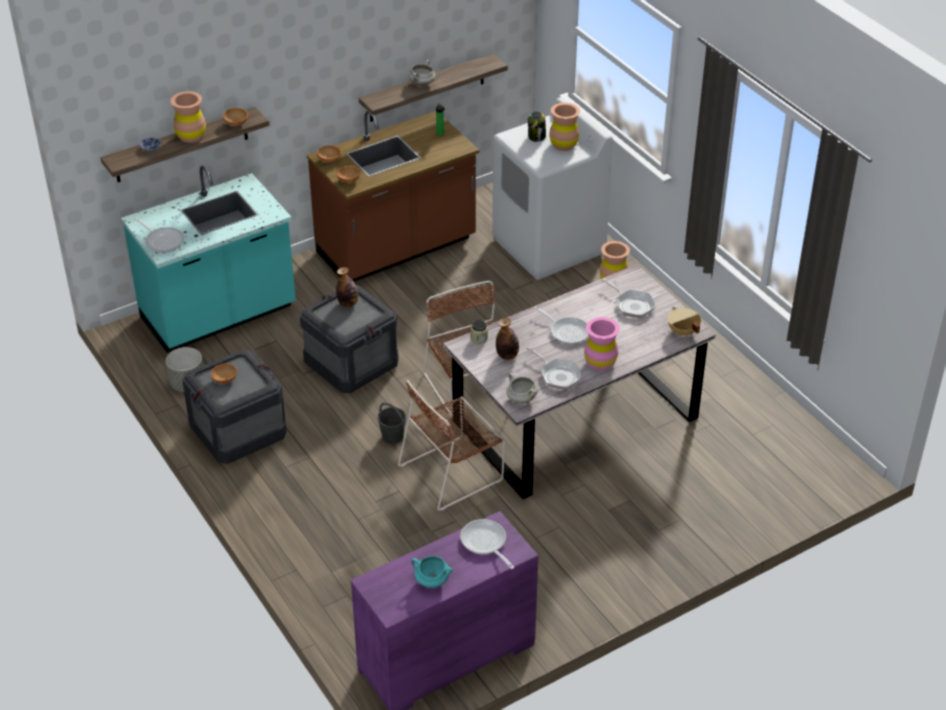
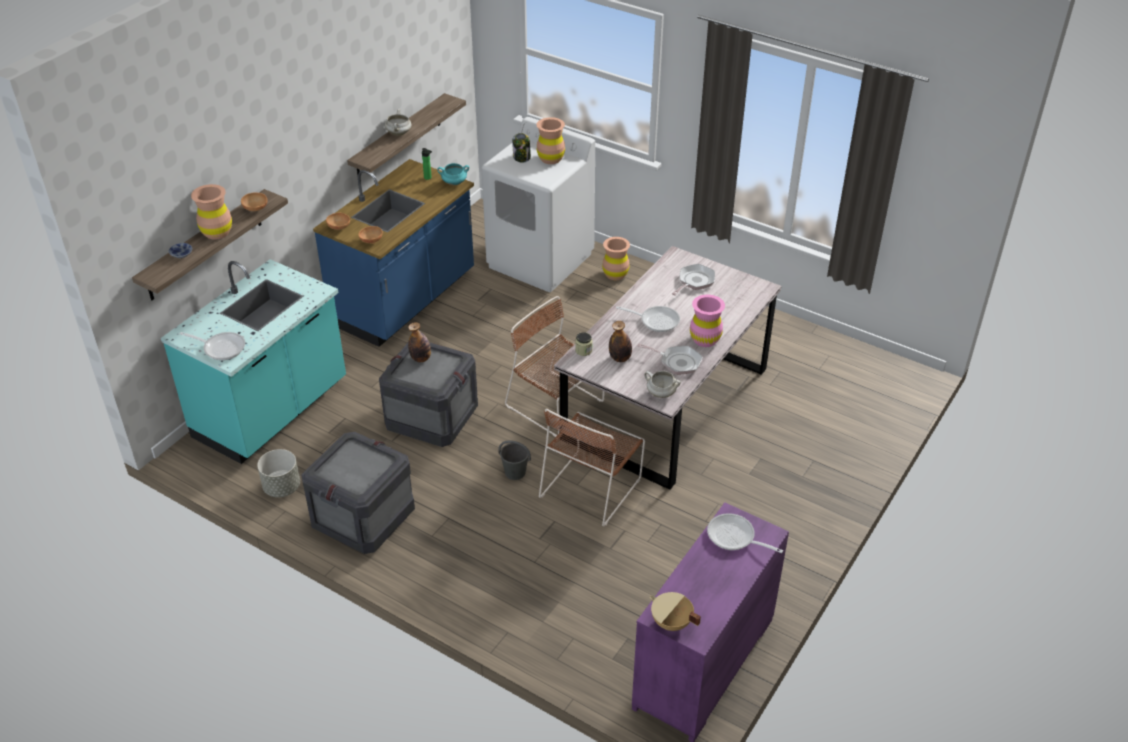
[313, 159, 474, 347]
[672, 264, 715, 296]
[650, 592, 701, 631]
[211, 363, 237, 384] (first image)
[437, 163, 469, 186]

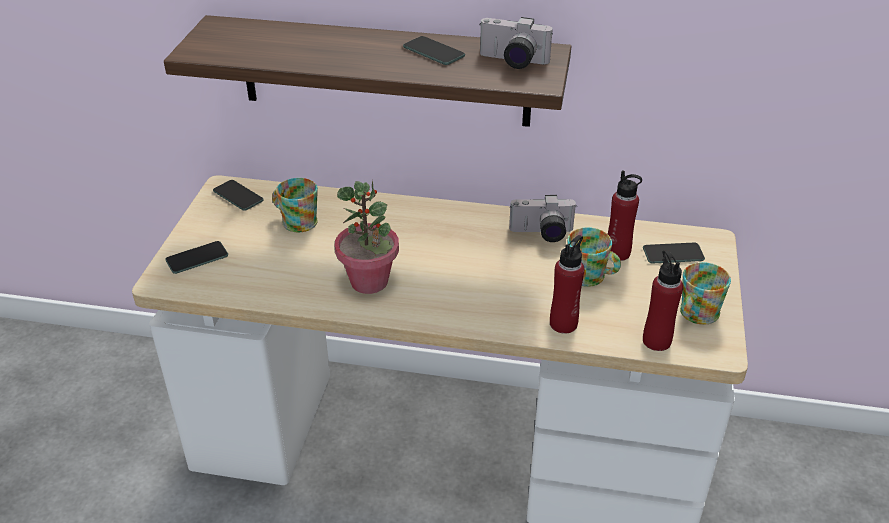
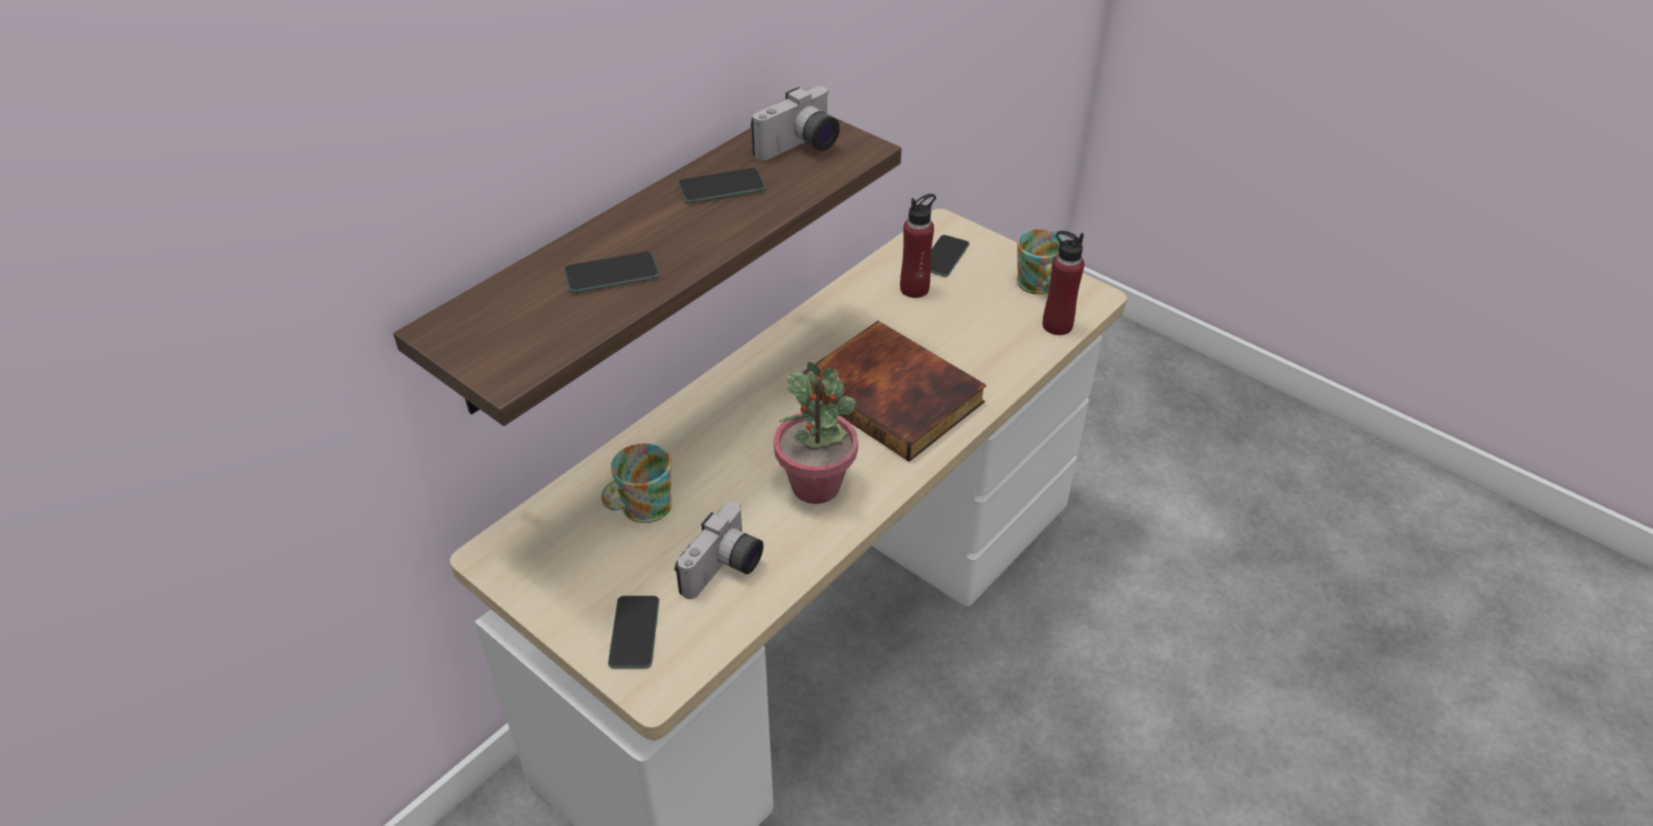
[564, 251, 659, 293]
[674, 502, 763, 599]
[567, 227, 621, 287] (first image)
[550, 235, 584, 334] (first image)
[803, 321, 986, 462]

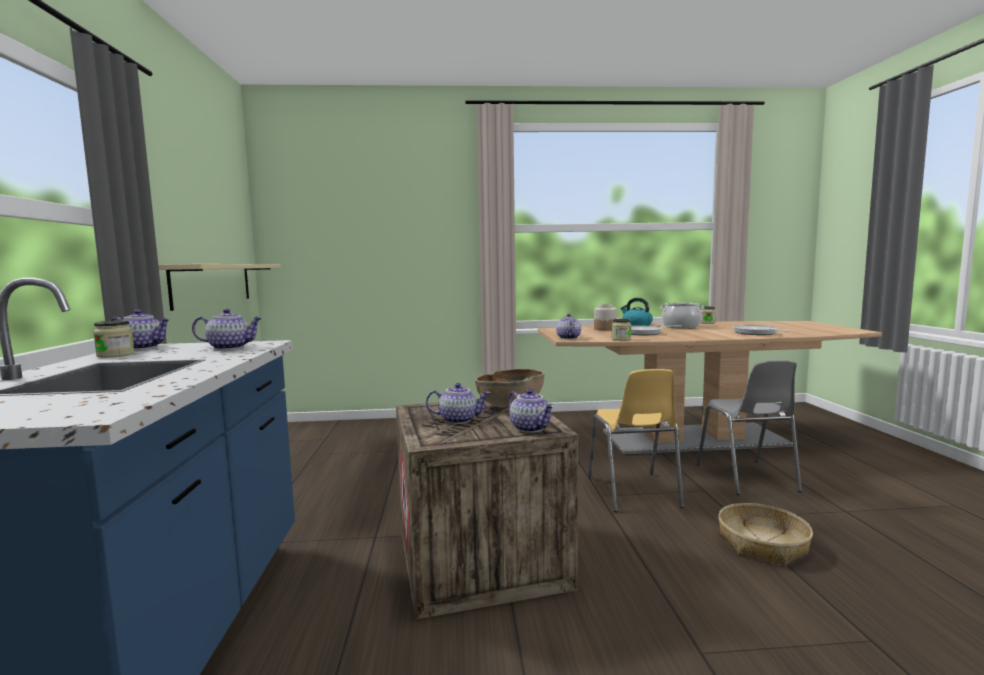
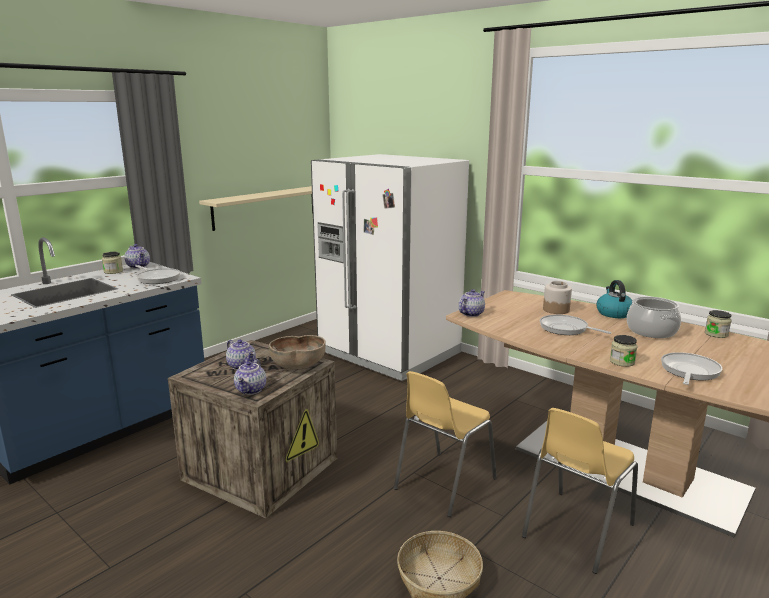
[135, 265, 181, 284]
[610, 335, 638, 367]
[522, 408, 638, 574]
[311, 154, 469, 381]

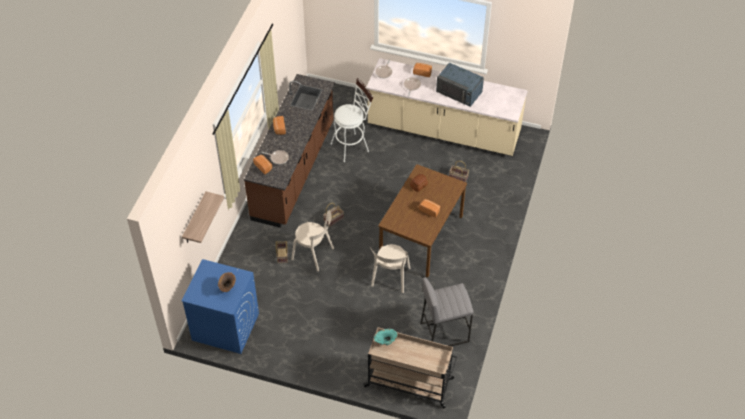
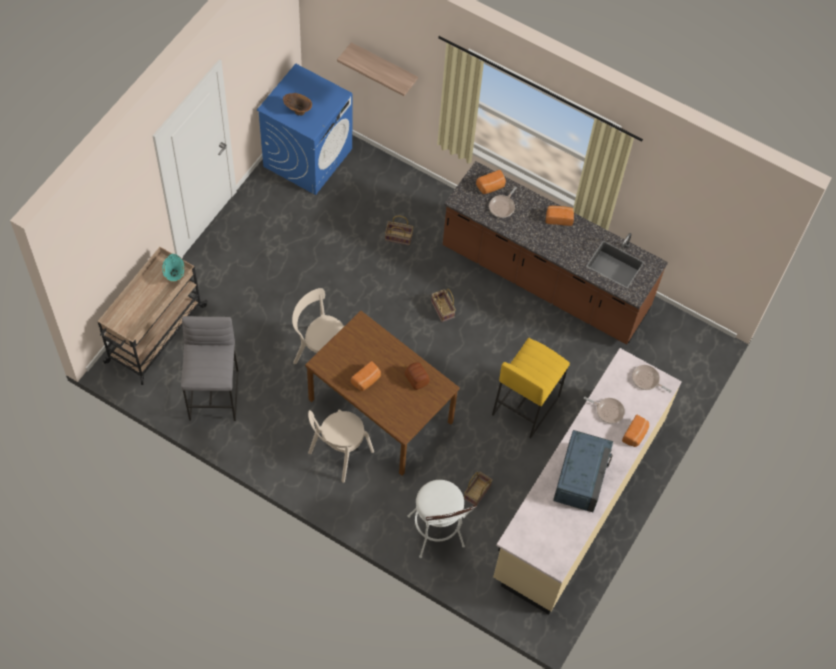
[553, 430, 613, 512]
[407, 480, 477, 558]
[308, 409, 374, 483]
[492, 338, 570, 439]

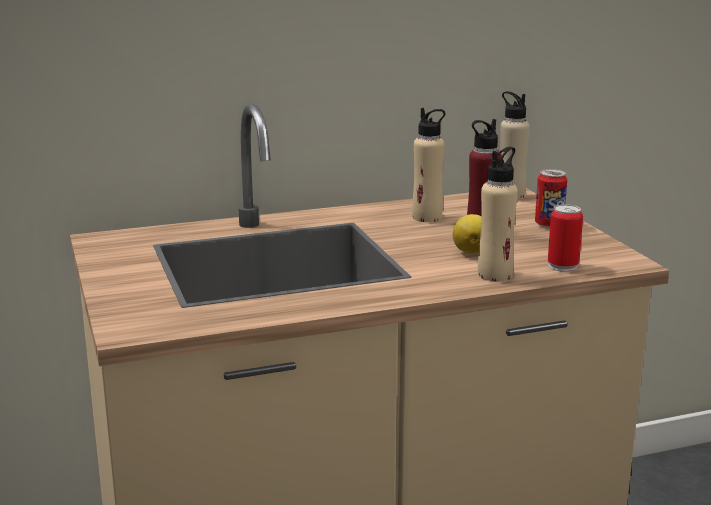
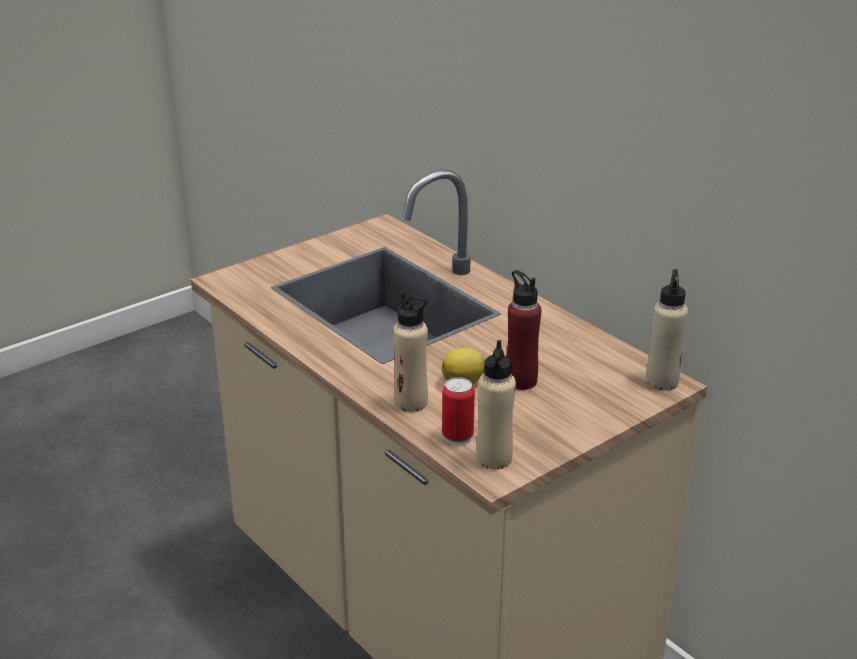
[477, 340, 516, 469]
[535, 169, 567, 228] (first image)

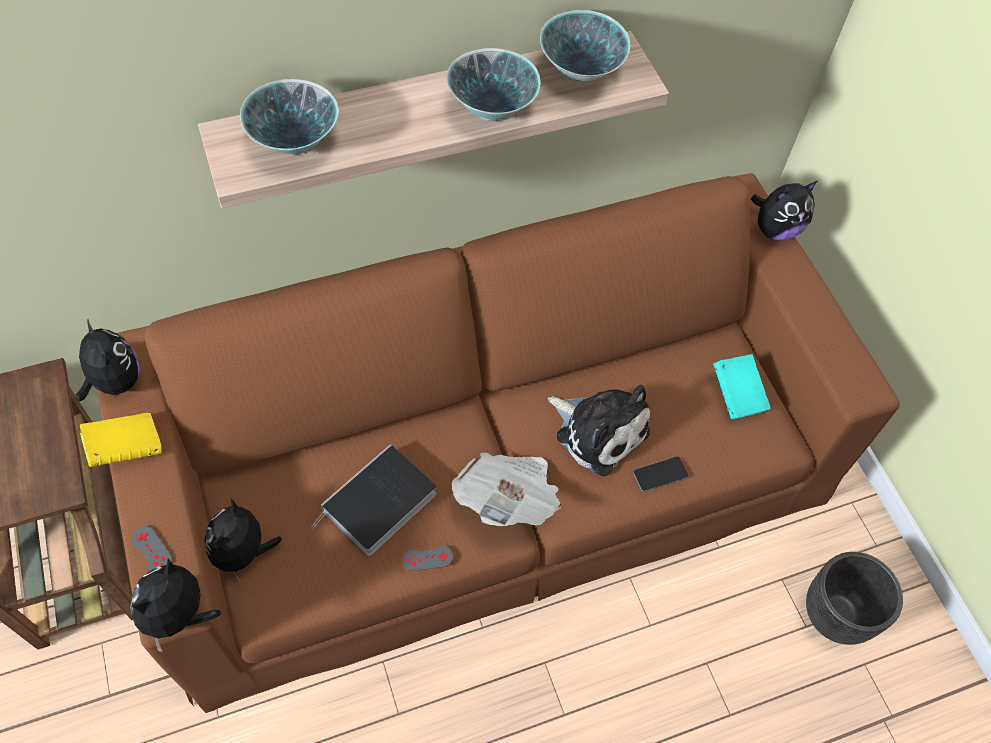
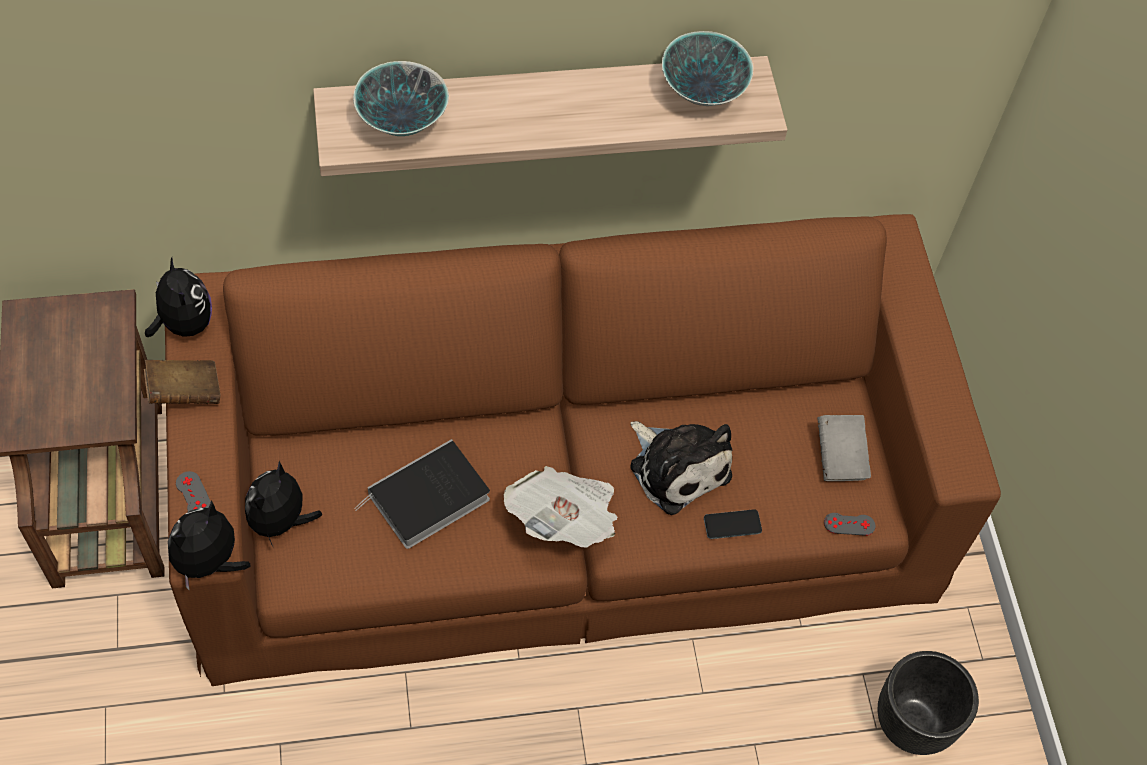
[447, 48, 541, 121] (first image)
[751, 181, 817, 241] (first image)
[817, 415, 871, 481]
[144, 360, 220, 404]
[824, 513, 876, 536]

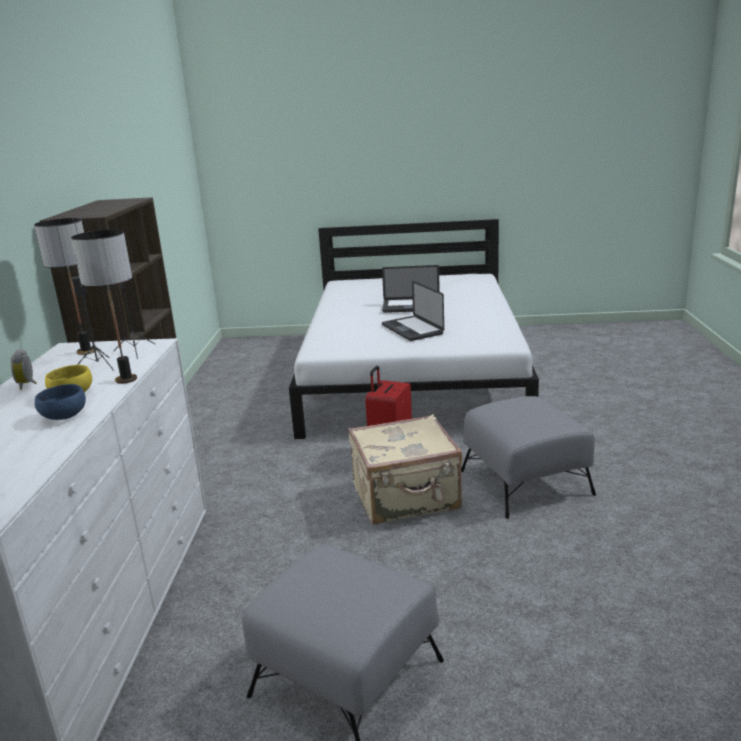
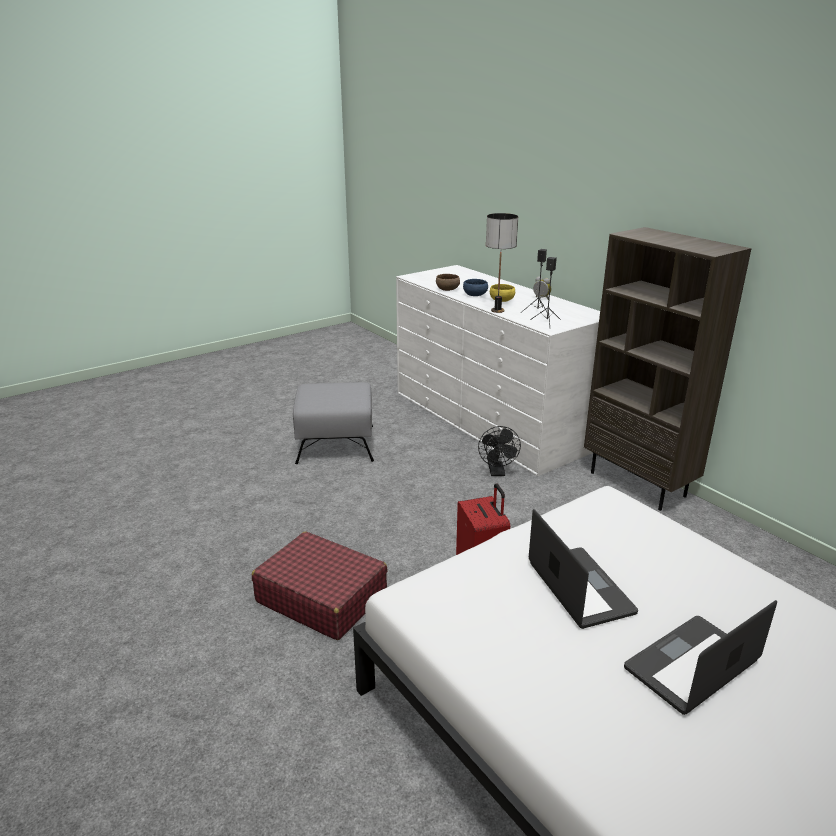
[34, 218, 94, 355] (first image)
[529, 509, 638, 629]
[252, 532, 388, 640]
[348, 414, 462, 524] (first image)
[436, 274, 460, 291]
[478, 426, 521, 476]

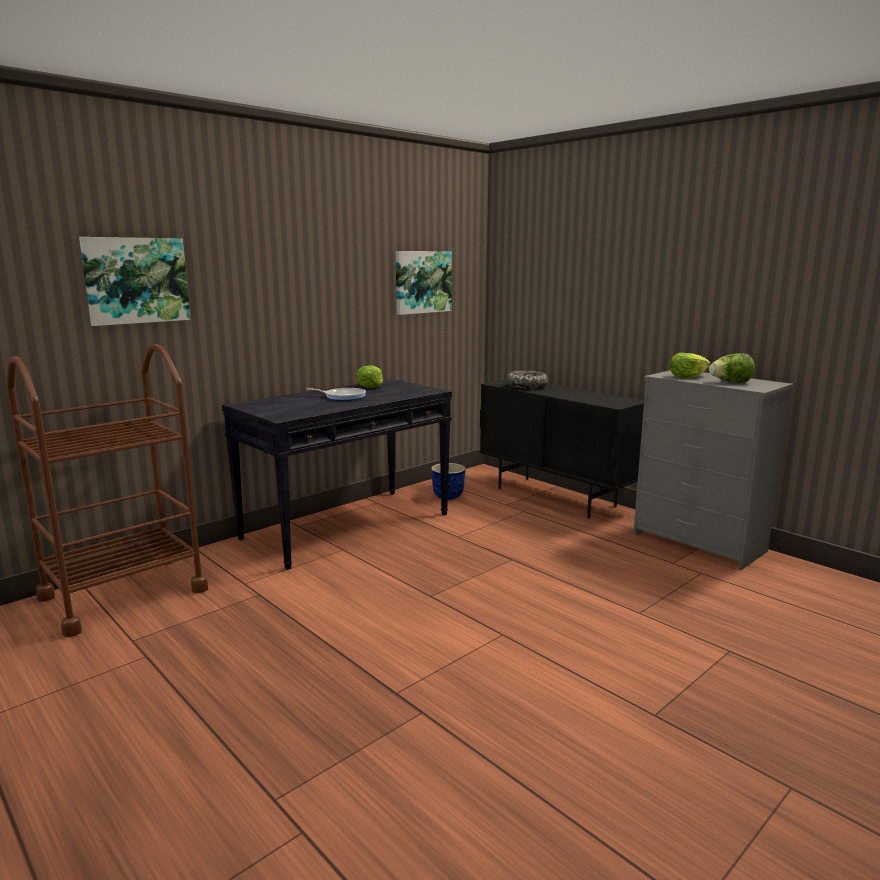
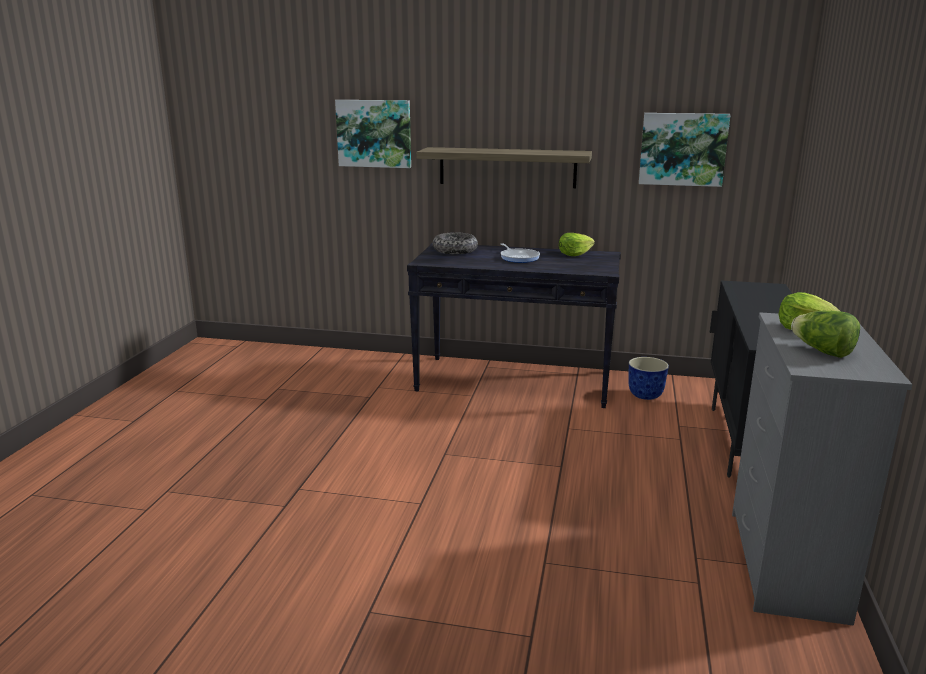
[7, 344, 208, 637] (first image)
[433, 232, 478, 254]
[416, 147, 592, 188]

